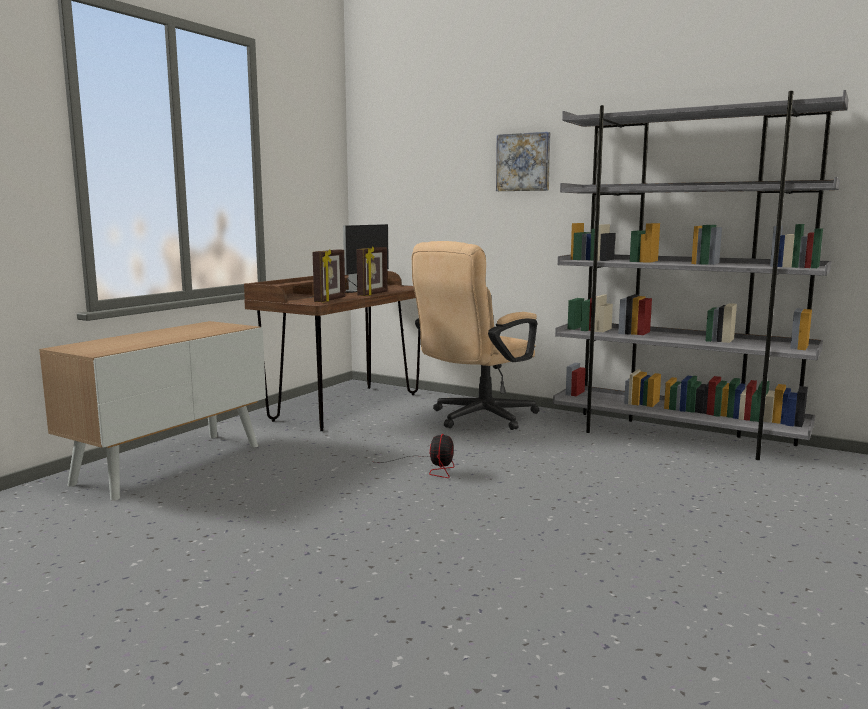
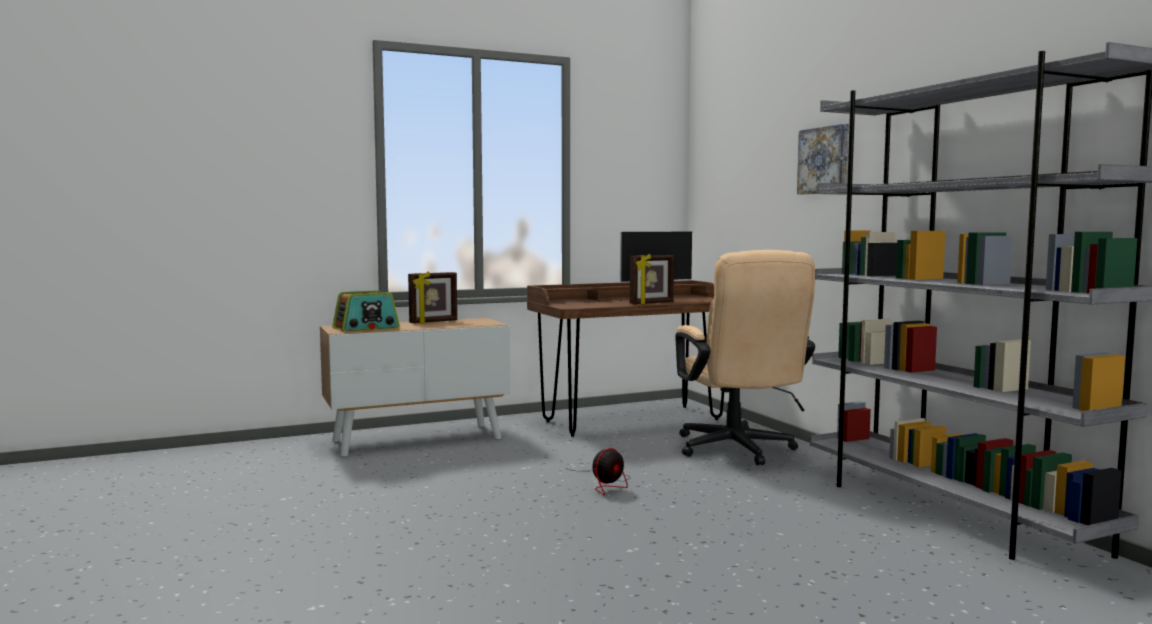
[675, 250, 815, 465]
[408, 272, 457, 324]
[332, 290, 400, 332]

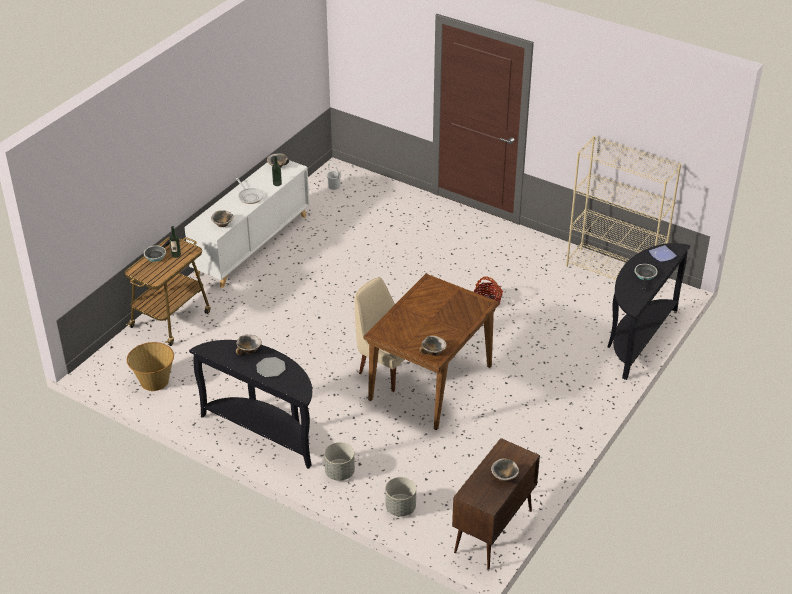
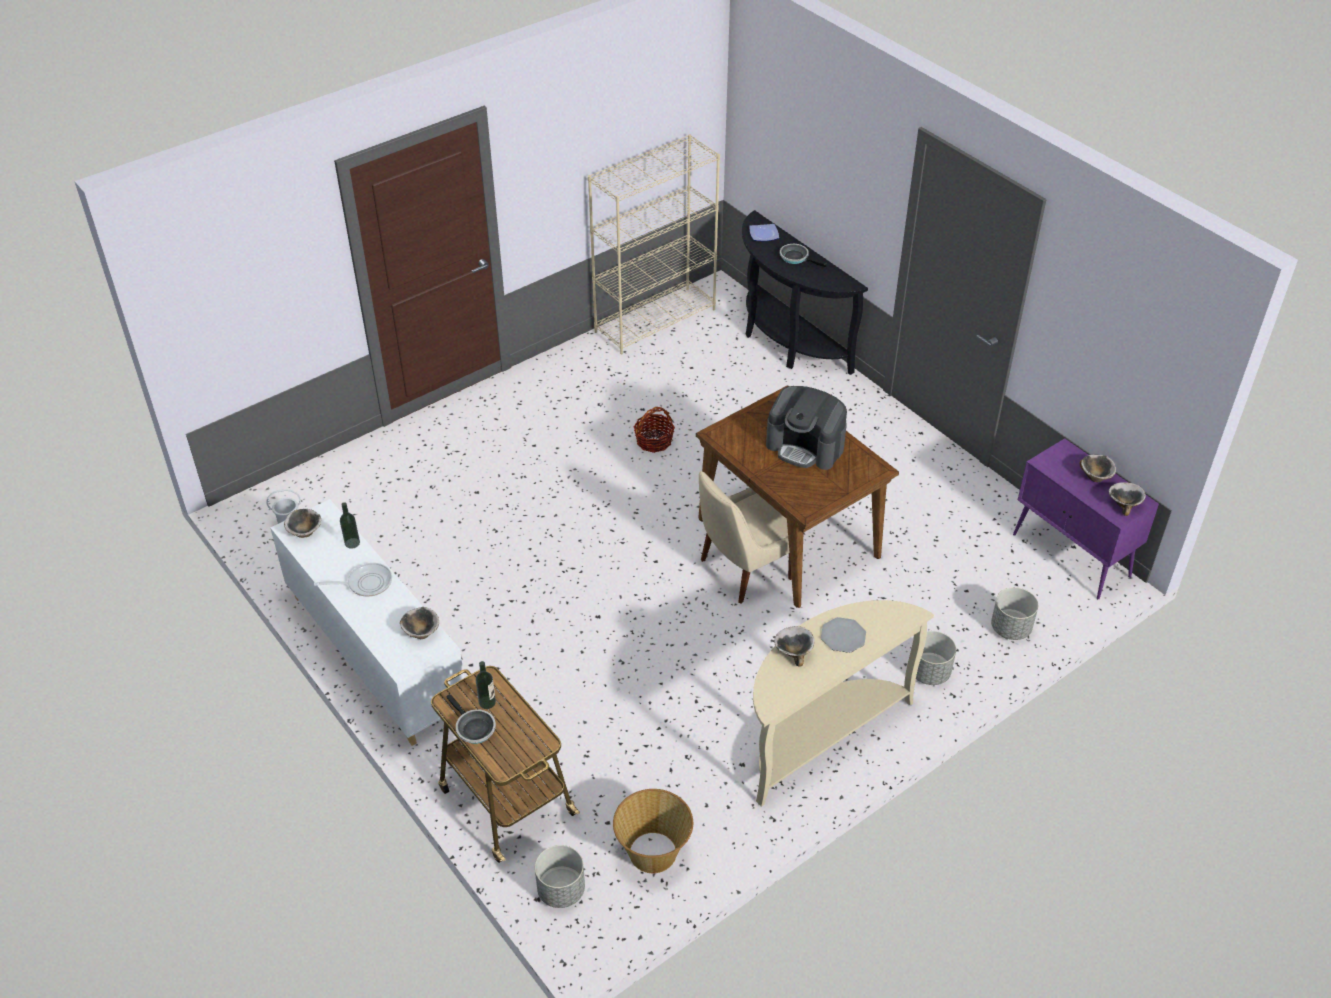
[1109, 482, 1146, 516]
[753, 600, 934, 807]
[1013, 438, 1159, 599]
[766, 386, 847, 470]
[535, 845, 585, 908]

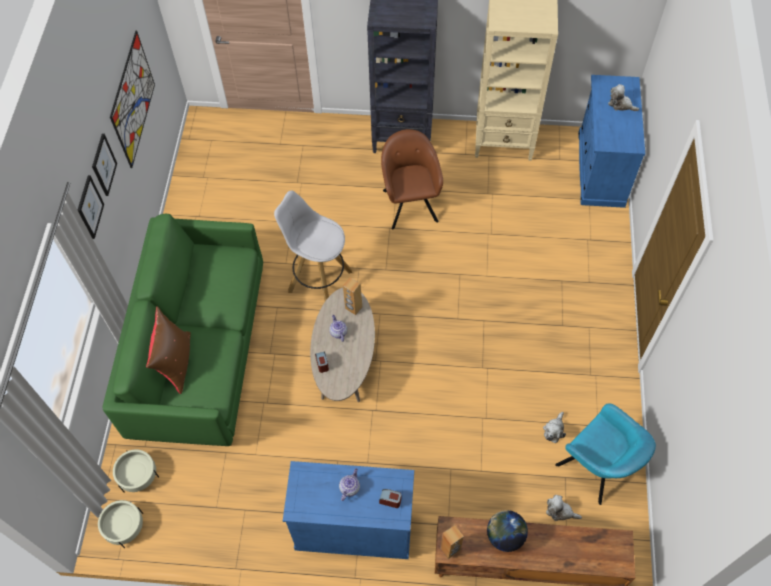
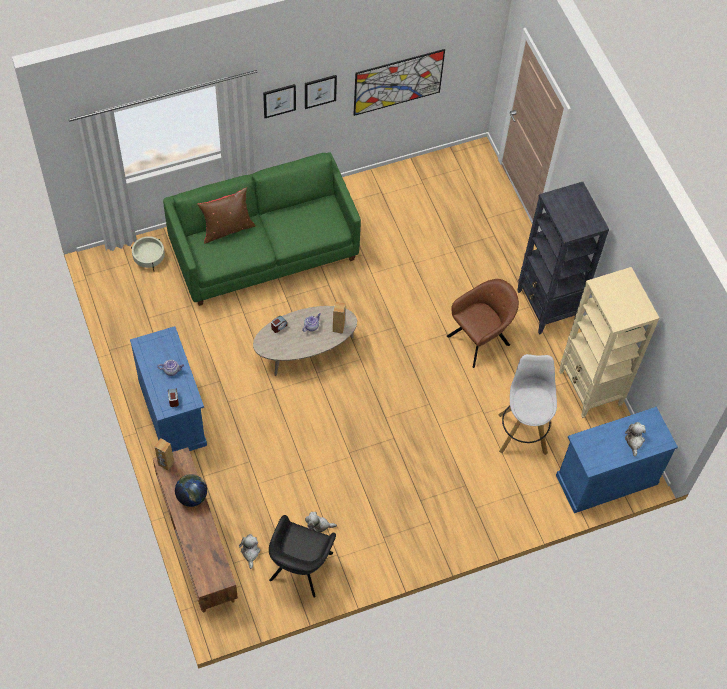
[498, 354, 557, 455]
[269, 515, 336, 598]
[98, 500, 143, 548] (first image)

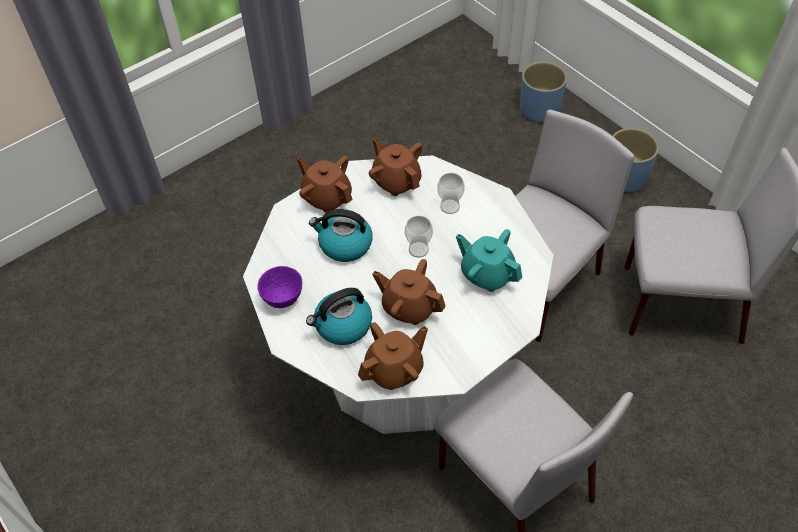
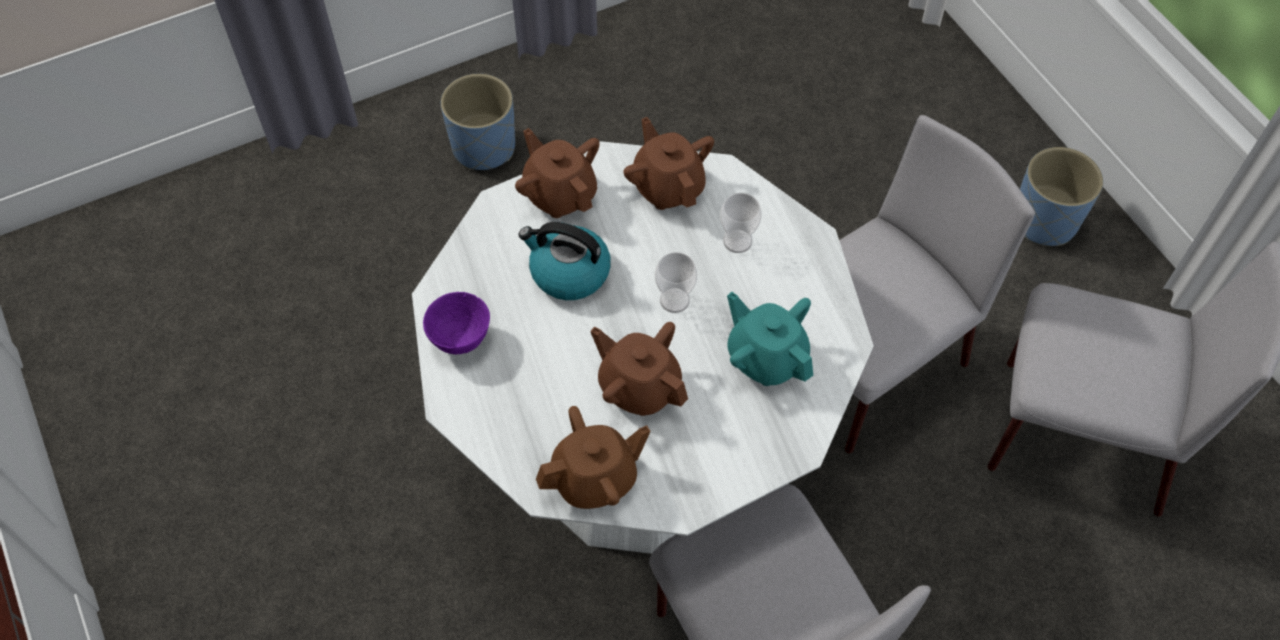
[441, 74, 515, 170]
[306, 288, 372, 345] (first image)

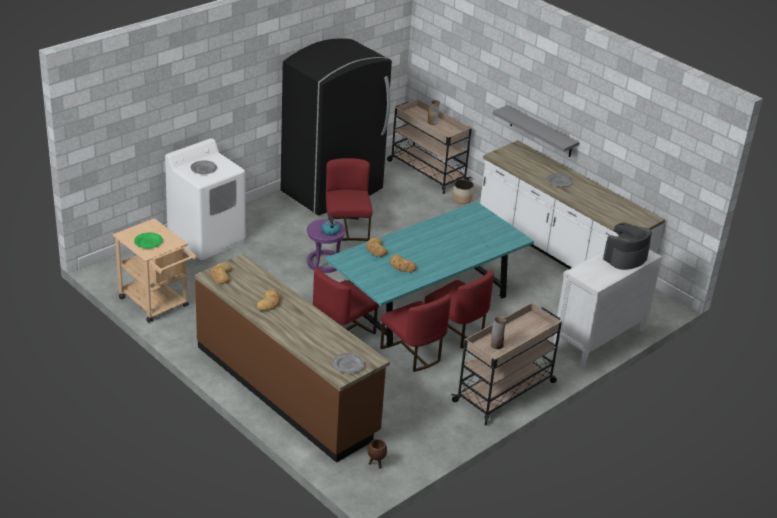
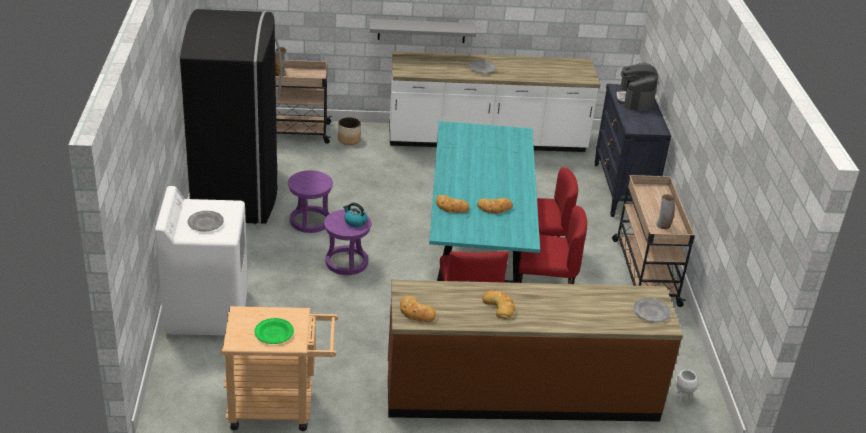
[288, 170, 333, 233]
[594, 84, 671, 217]
[675, 370, 698, 403]

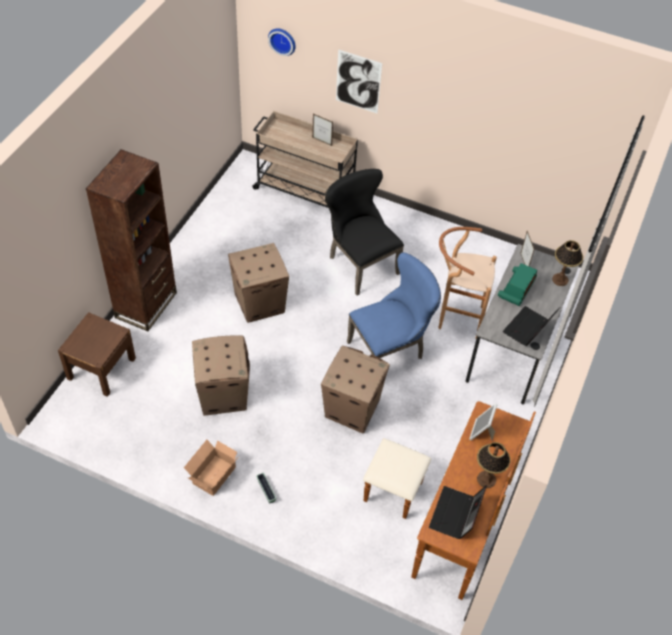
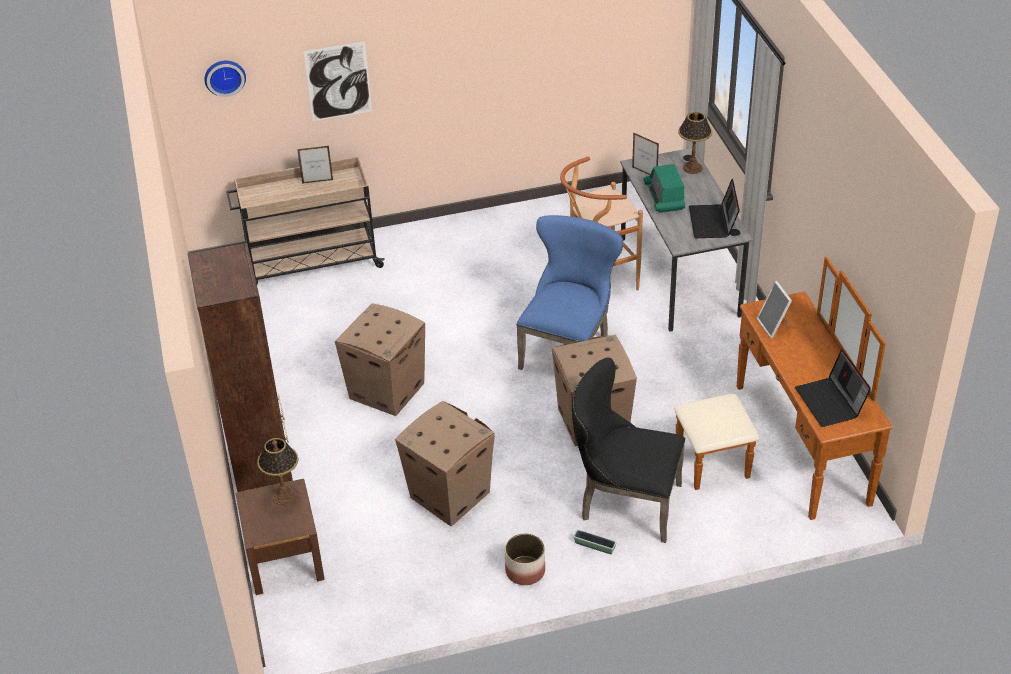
[572, 358, 685, 543]
[505, 534, 545, 585]
[257, 438, 299, 505]

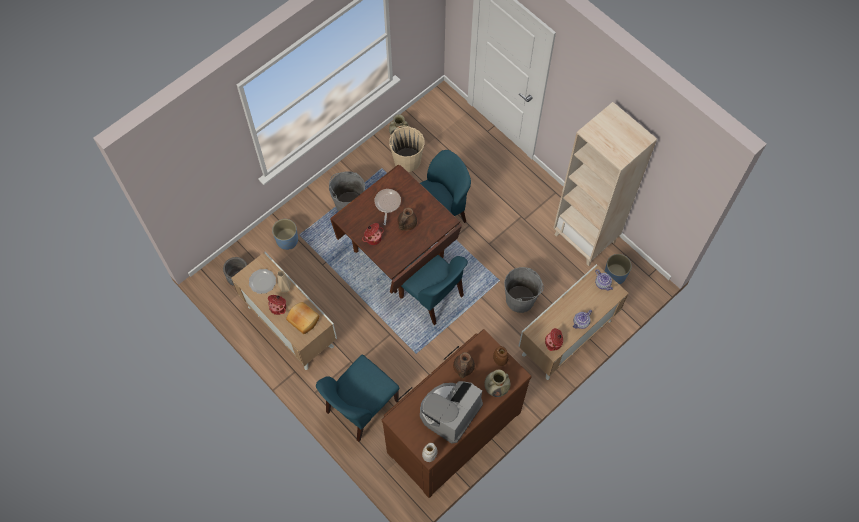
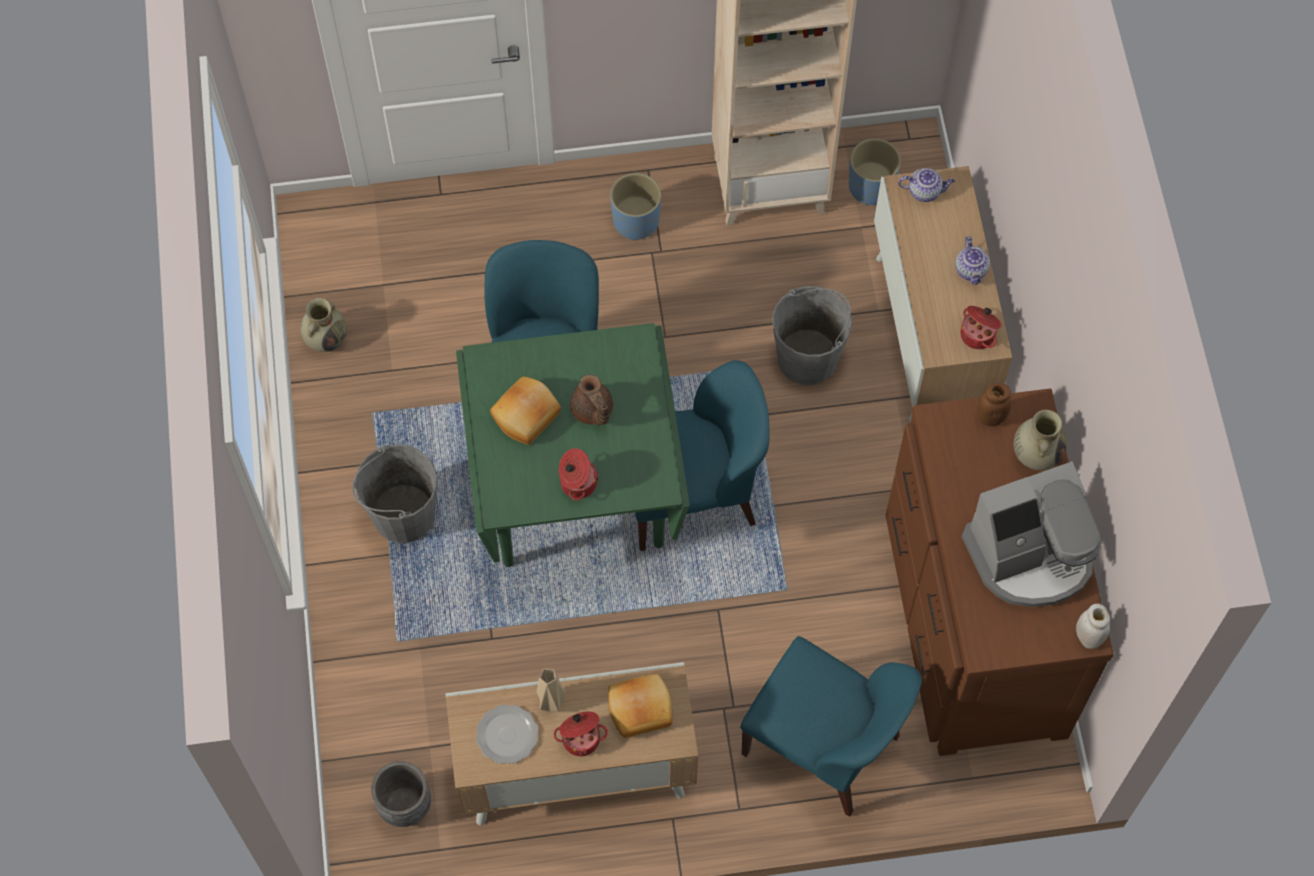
[389, 125, 425, 172] (first image)
[456, 323, 690, 567]
[490, 376, 561, 445]
[610, 173, 661, 241]
[453, 352, 475, 378] (first image)
[740, 636, 922, 817]
[962, 461, 1102, 607]

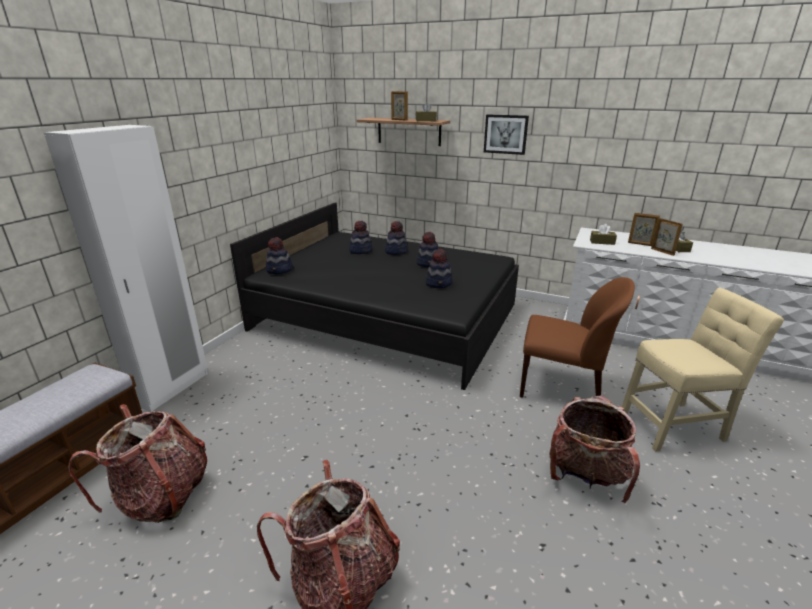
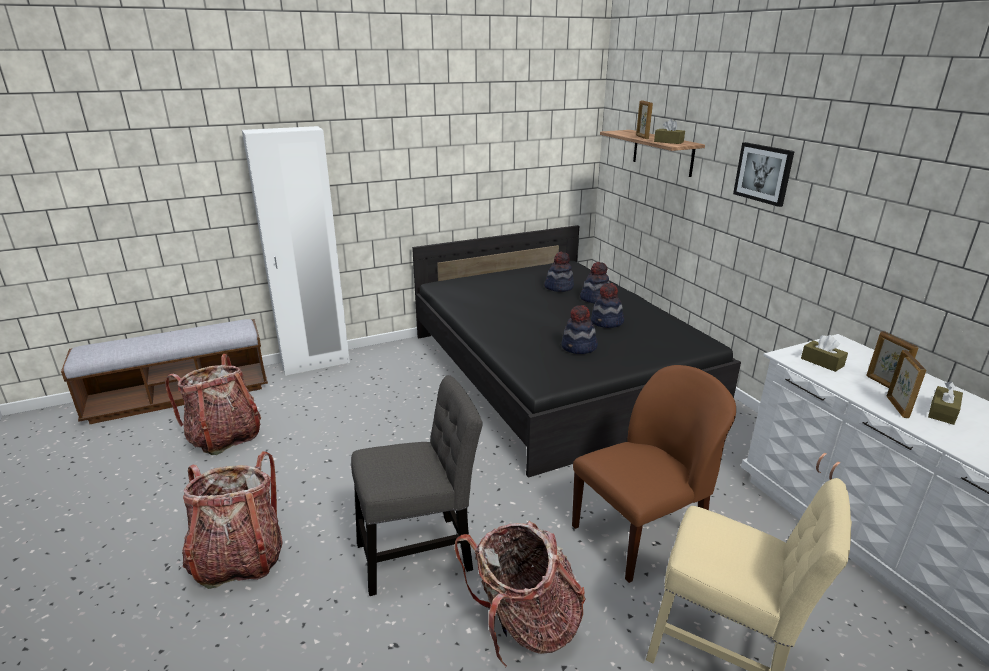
[266, 237, 293, 274] (first image)
[572, 365, 736, 583]
[351, 375, 482, 596]

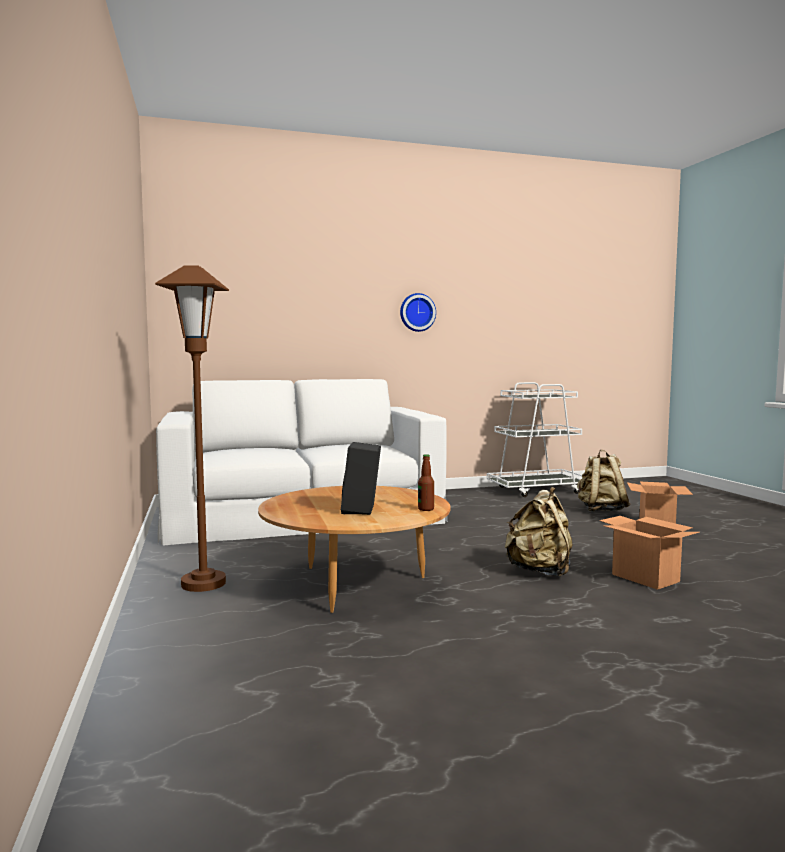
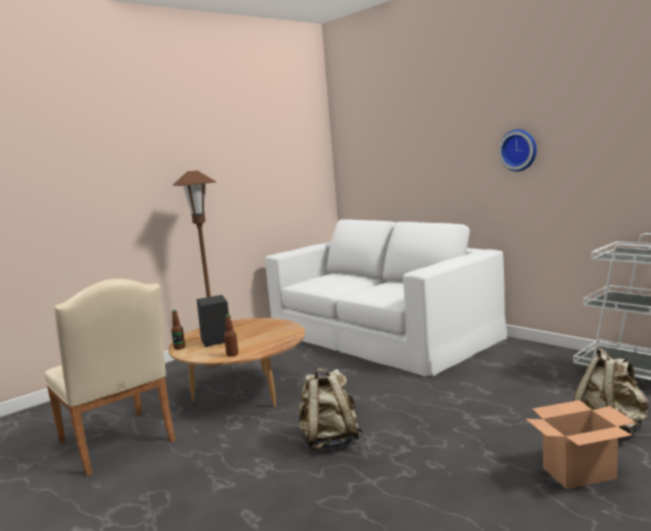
[599, 516, 700, 590] (first image)
[44, 279, 176, 476]
[171, 310, 185, 350]

